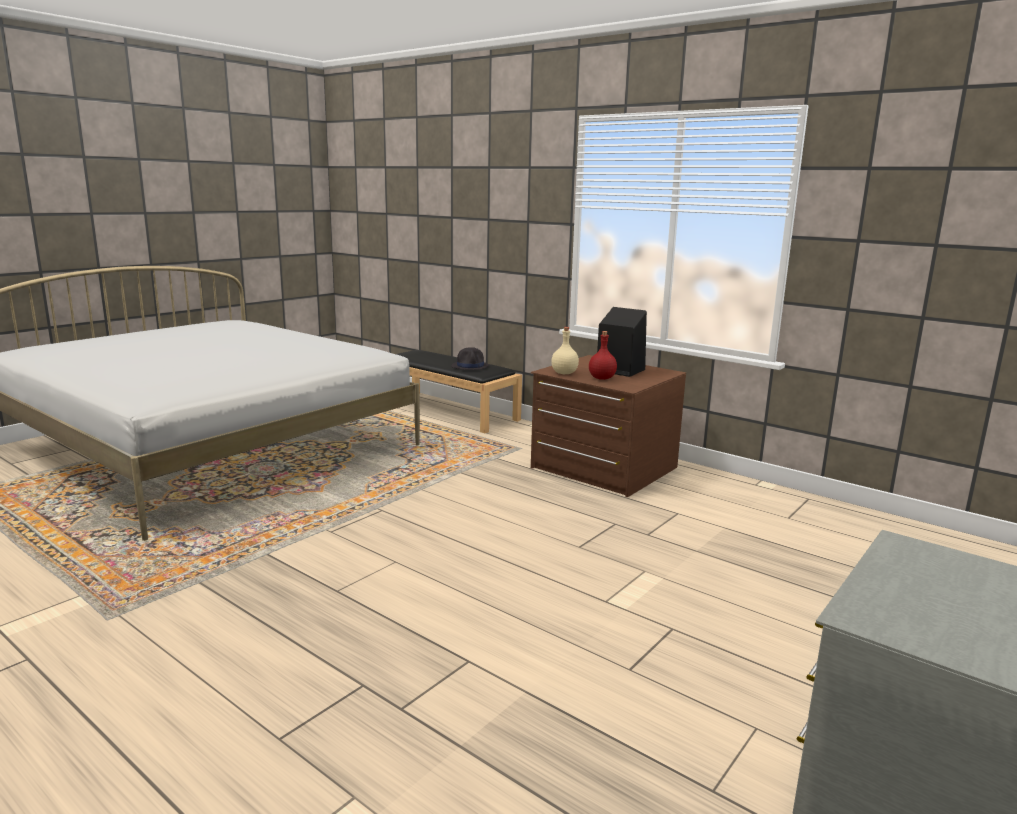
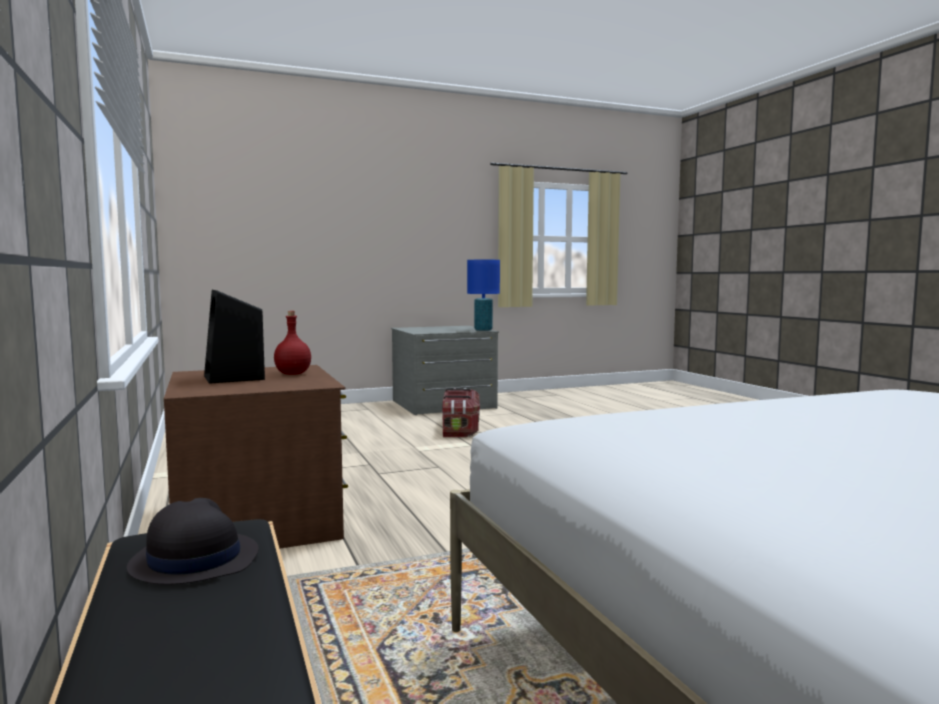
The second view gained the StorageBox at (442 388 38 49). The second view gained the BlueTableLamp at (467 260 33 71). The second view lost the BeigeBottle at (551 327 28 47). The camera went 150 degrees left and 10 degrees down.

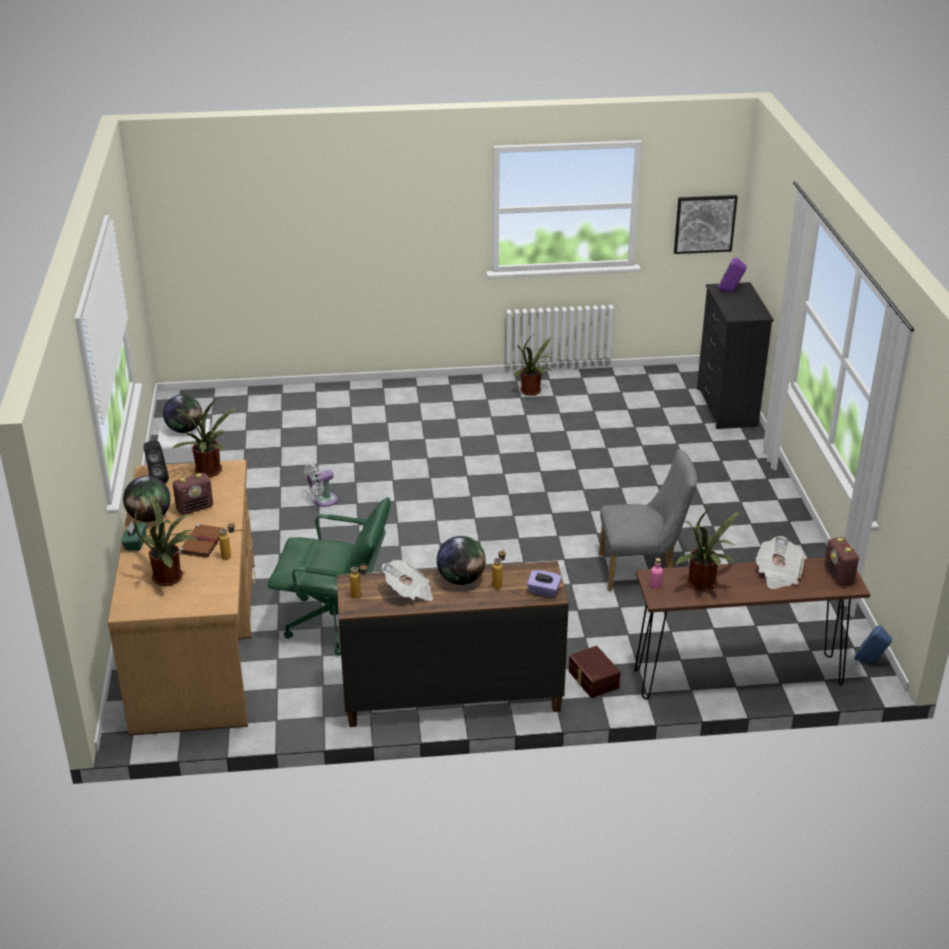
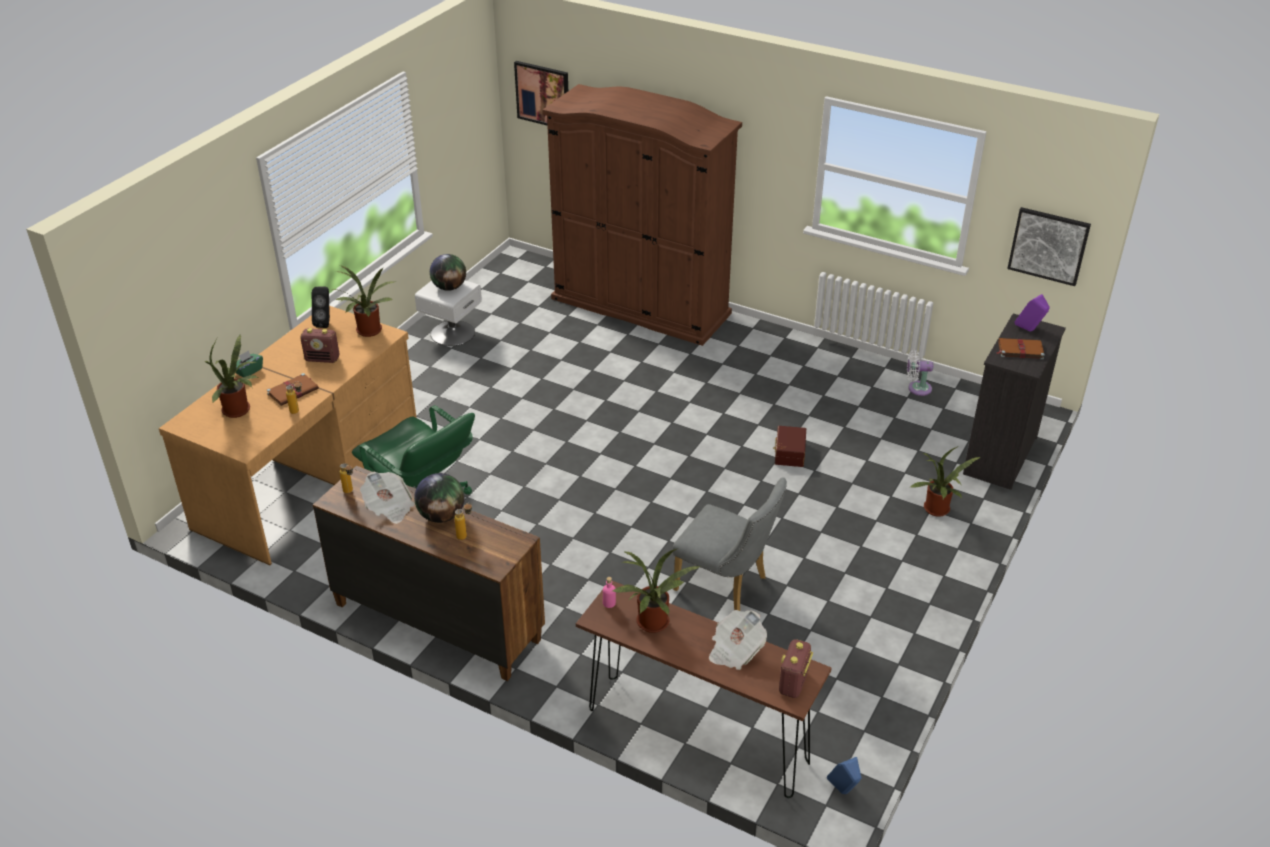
The second view gained the Picture at (514 61 54 64). The second view gained the BrownWardrobe at (542 84 200 262). The BrownStorageBox ended up elsewhere, having gone from (569 646 52 52) to (773 426 33 41). The WhiteFan ended up elsewhere, having gone from (304 464 33 43) to (907 350 27 46). The PottedPlant ended up elsewhere, having gone from (513 335 39 61) to (911 447 69 70). The second view gained the BrownBook at (997 338 48 21). The second view lost the Globe at (123 476 48 46). The second view lost the PurpleTissueBox at (527 570 35 27). The camera went 35 degrees right and 5 degrees up.

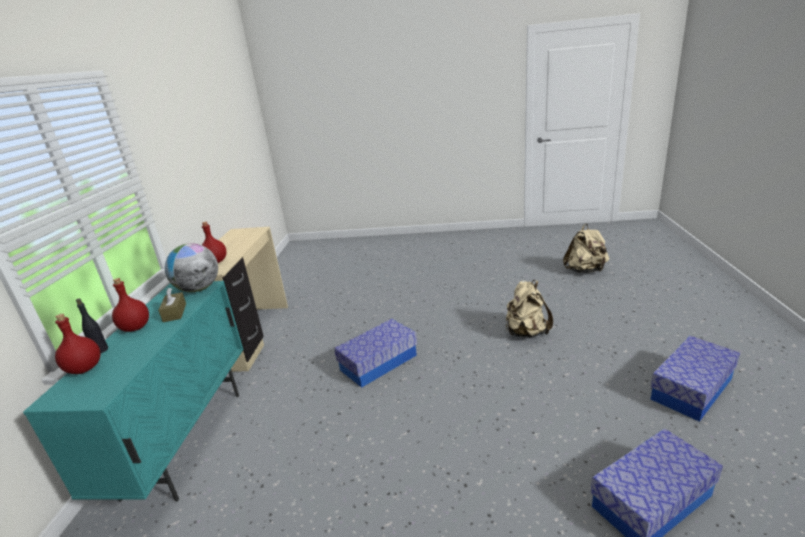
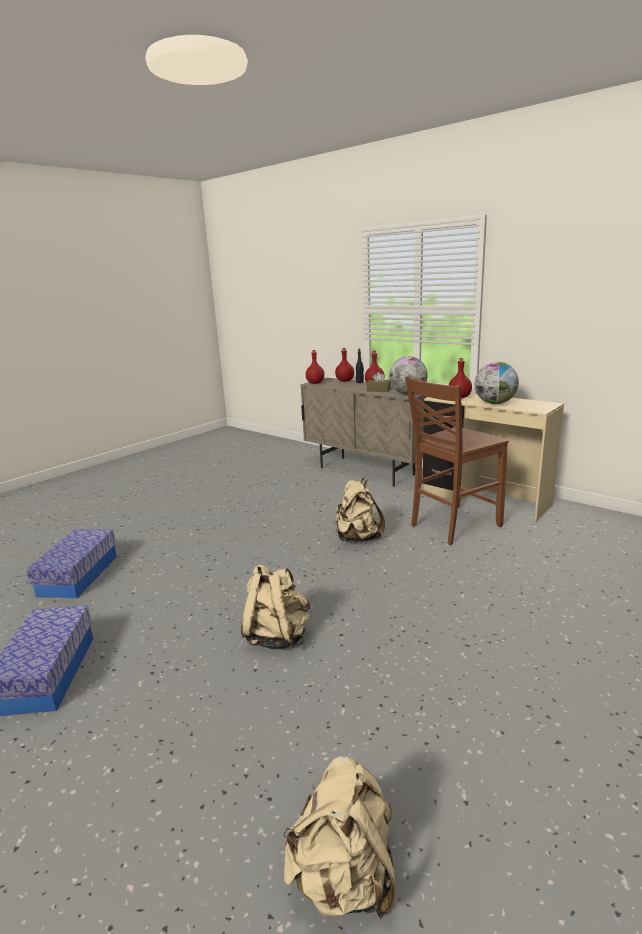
What was the TurquoiseCabinet at (23 281 220 221) turned into the BeigeCabinet at (300 377 127 110). The second view gained the RedBottle at (306 350 19 34). Where the StorageBox stood at (334 319 83 69), the BeigeBackpack came to stand at (335 478 50 64). The second view gained the BrownChair at (405 376 104 169). The second view gained the Globe at (475 362 44 42). The camera went 125 degrees right and 5 degrees down.

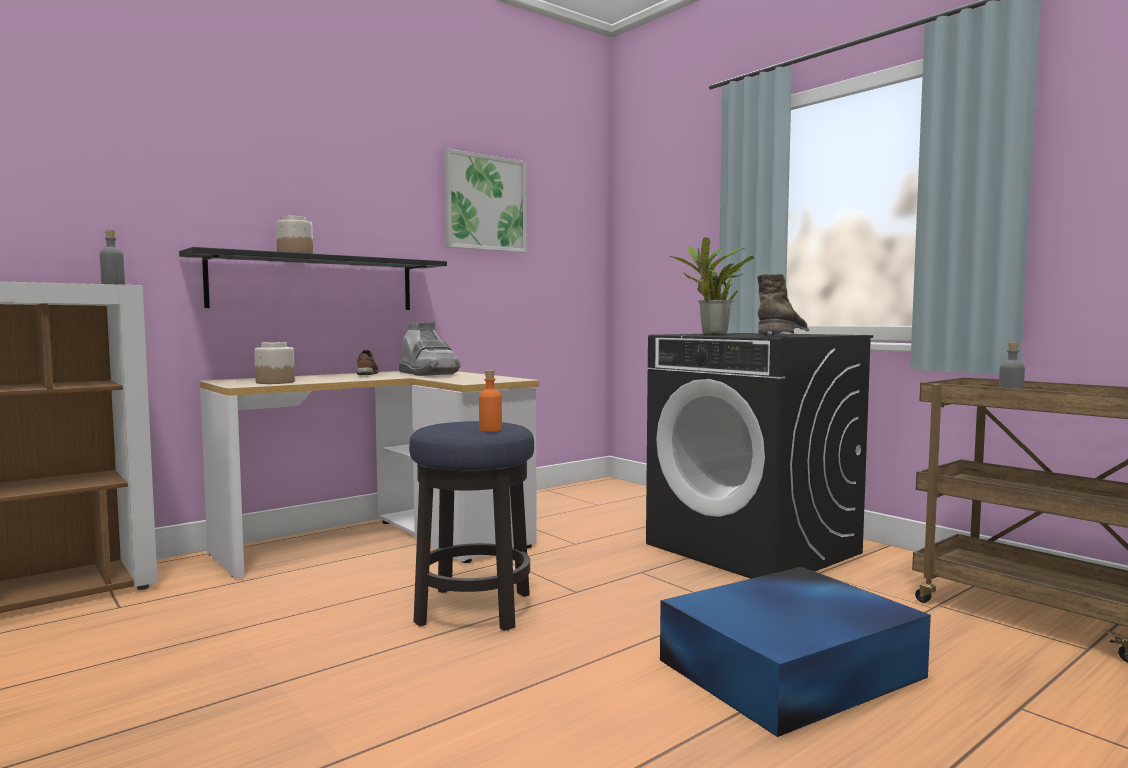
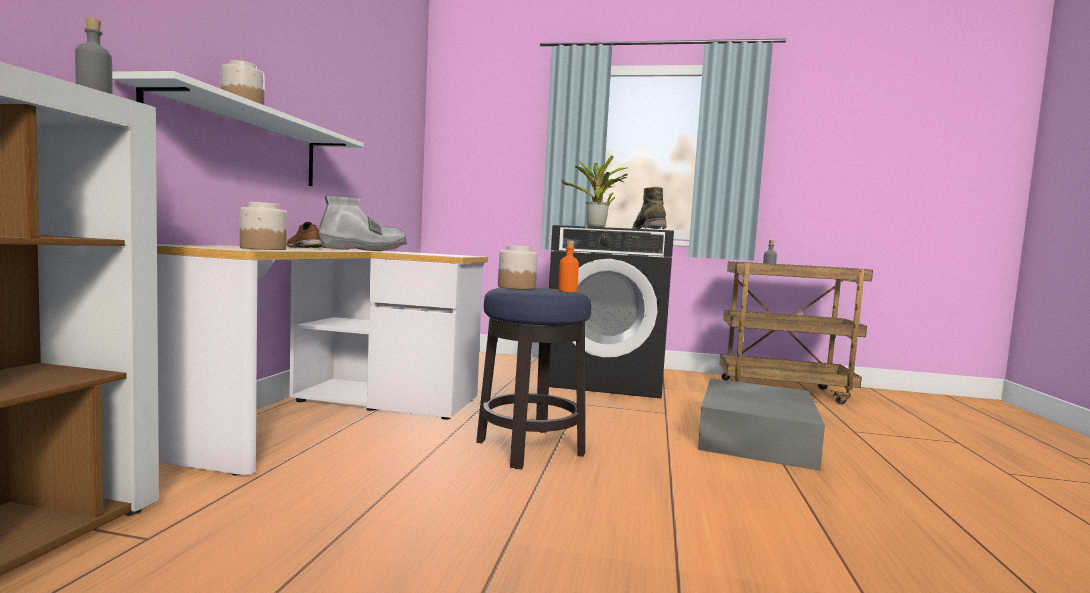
What was the BlackShelf at (179 247 268 63) turned into the WhiteShelf at (112 71 252 115). The GreyBoot at (399 322 62 54) ended up facing another way, 45 degrees counterclockwise from before. The second view gained the Jar at (498 245 40 44). What was the BlueStorageBox at (660 567 271 170) turned into the GreyStorageBox at (698 378 127 93). The second view lost the Picture at (444 149 83 104). The camera went 40 degrees left and 0 degrees up.

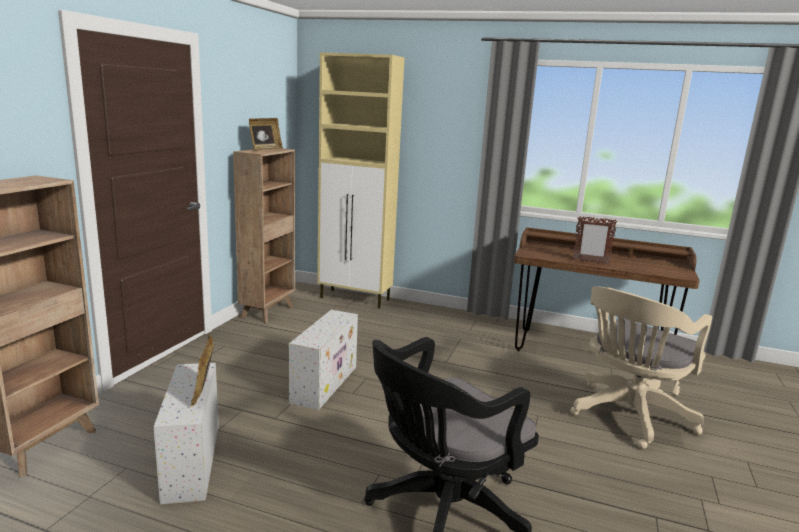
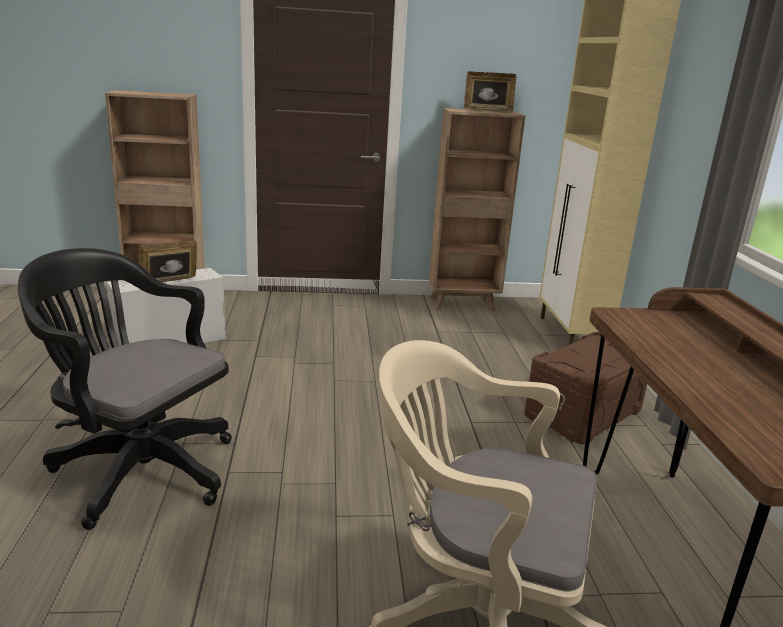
The second view gained the BrownStorageBox at (524 332 123 112). The second view lost the WhiteStorageBox at (289 310 69 100). The second view lost the PictureFrame at (573 217 44 47). The camera went 65 degrees right and 5 degrees up.

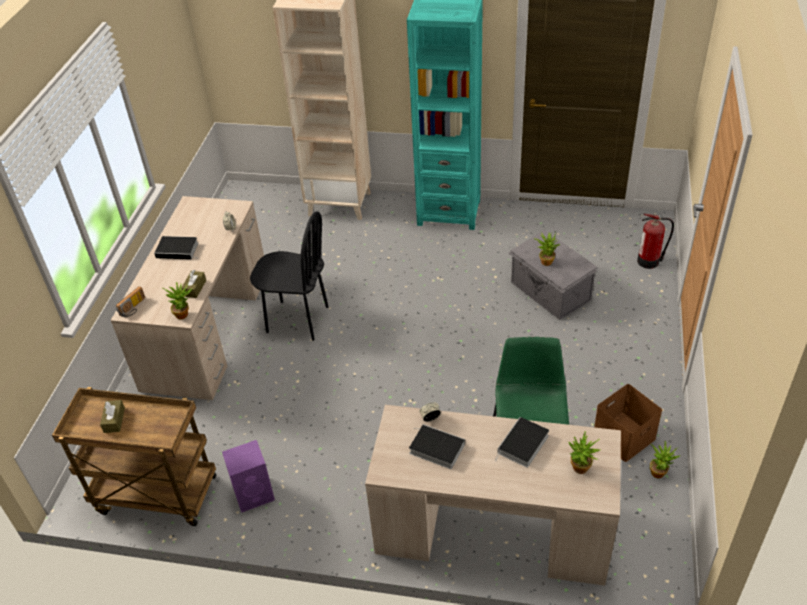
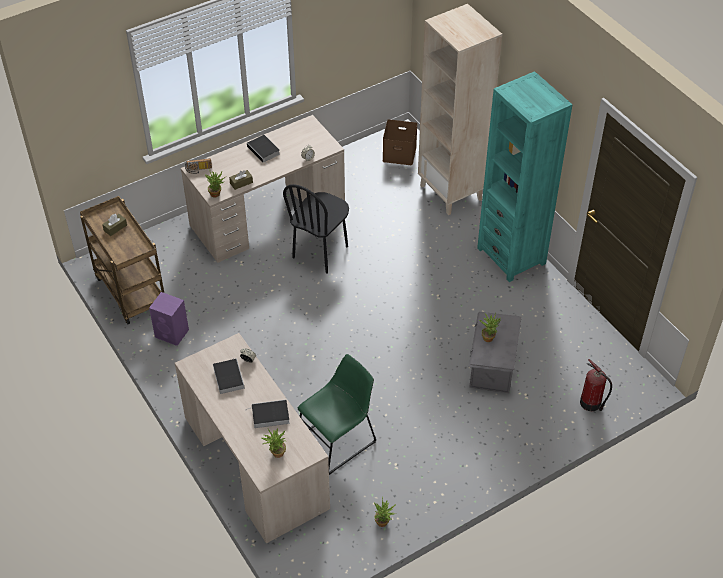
The BlackChair at (250 211 78 130) ended up facing another way, 60 degrees clockwise from before. The BrownStorageBox ended up elsewhere, having gone from (594 384 68 78) to (383 119 34 46). The camera went 45 degrees right and 5 degrees up.

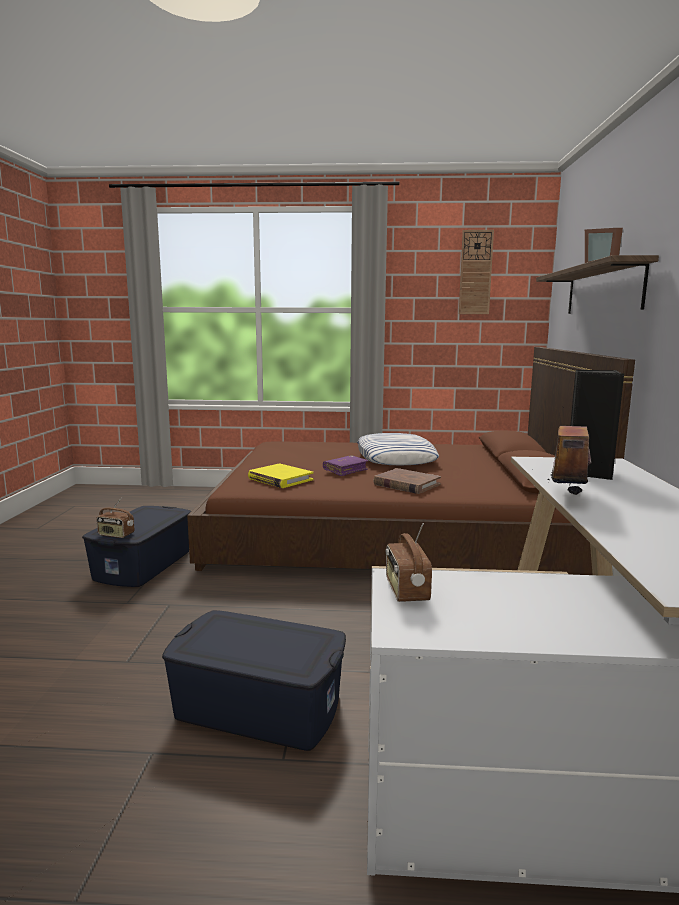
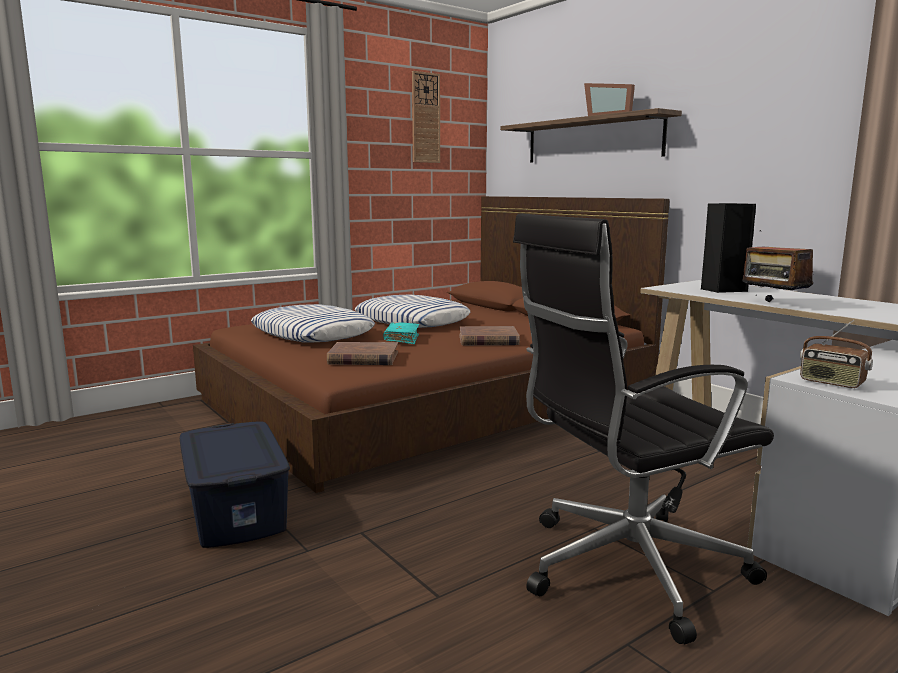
The second view gained the Pillow at (251 304 124 39). What was the YellowBook at (248 463 66 25) turned into the BrownBook at (327 342 71 23). What was the PurpleBook at (323 455 45 21) turned into the TurquoiseBook at (383 322 37 22). Where the BlueStorageBox stood at (162 610 184 141), the BlackOfficeChair came to stand at (513 213 261 431). The second view lost the Radio at (96 497 38 41). The camera went 40 degrees left and 0 degrees up.

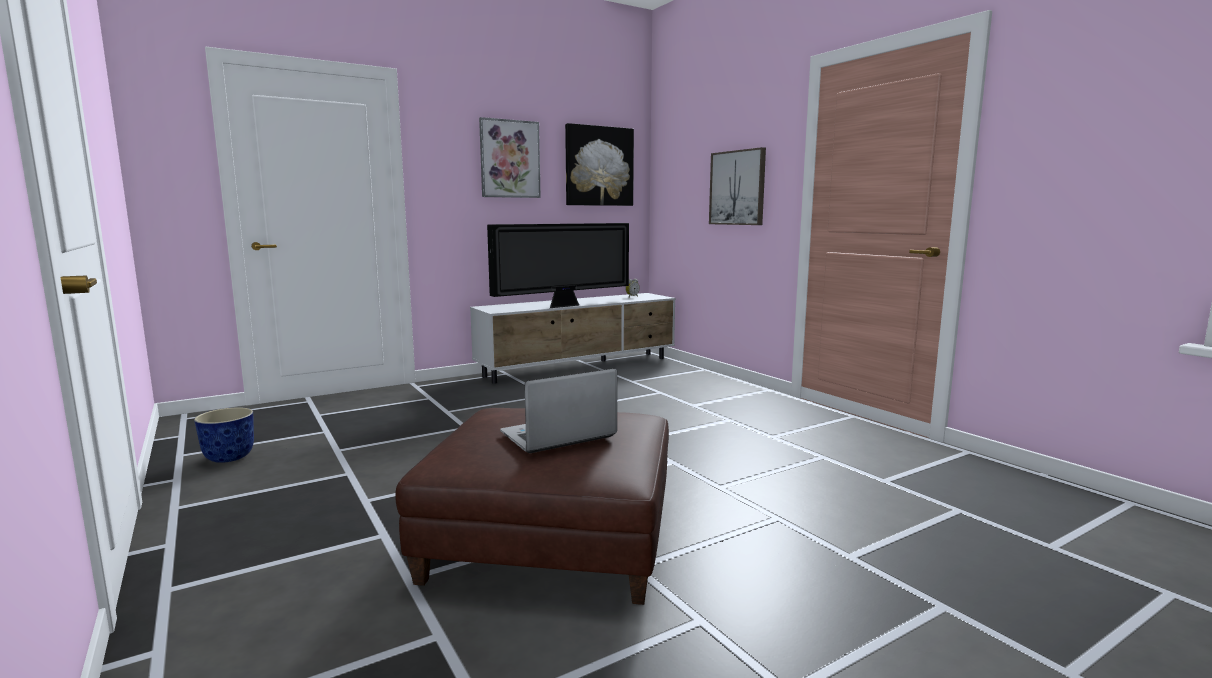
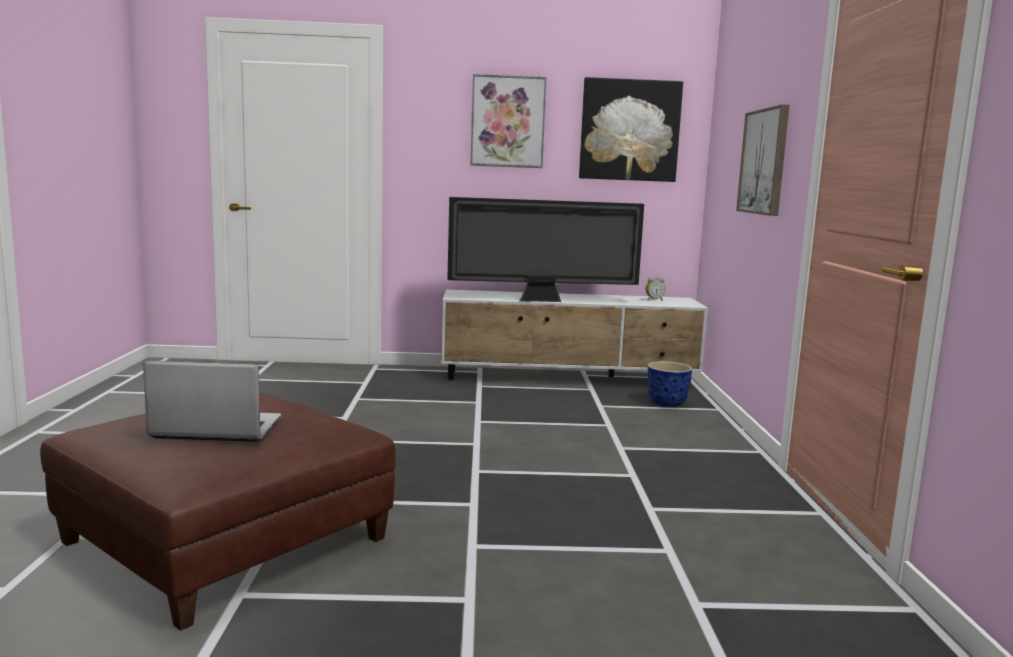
The Planter ended up elsewhere, having gone from (194 407 60 56) to (648 361 44 46). The camera went 30 degrees right and 0 degrees up.

